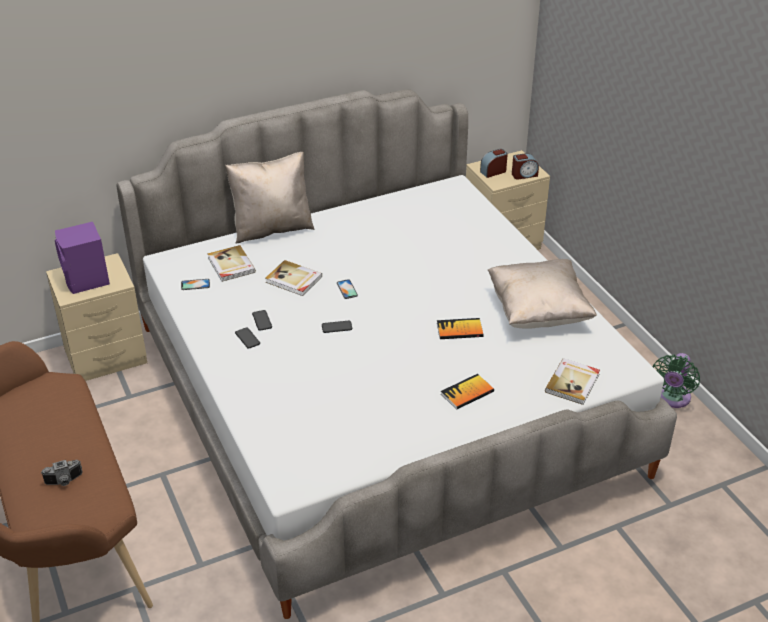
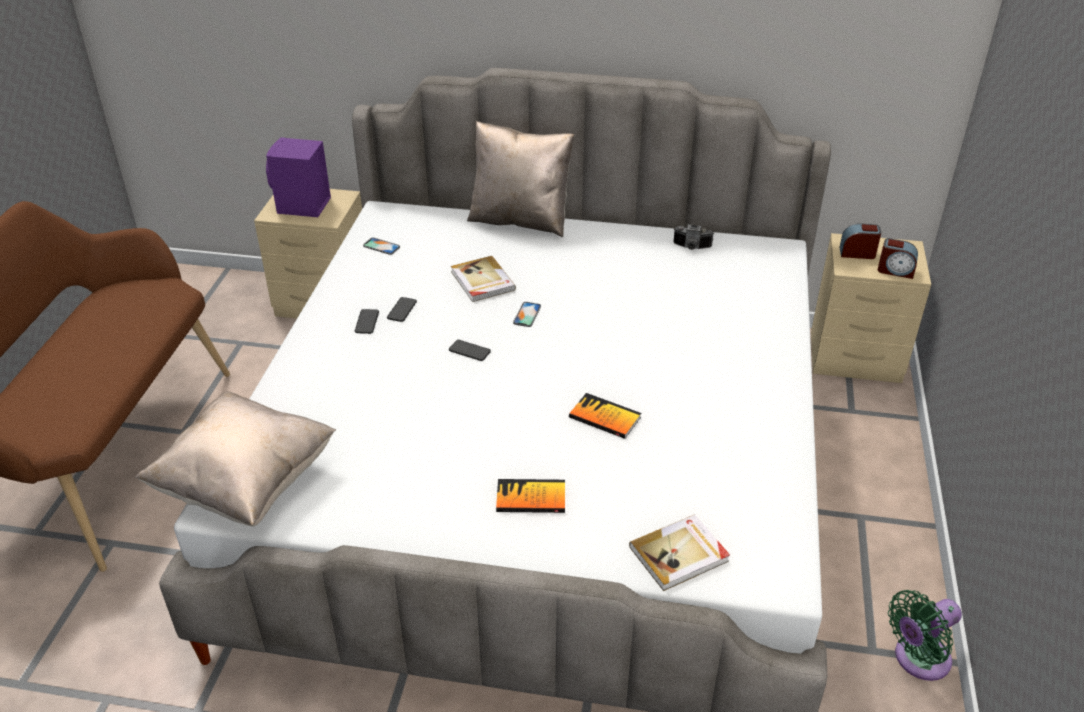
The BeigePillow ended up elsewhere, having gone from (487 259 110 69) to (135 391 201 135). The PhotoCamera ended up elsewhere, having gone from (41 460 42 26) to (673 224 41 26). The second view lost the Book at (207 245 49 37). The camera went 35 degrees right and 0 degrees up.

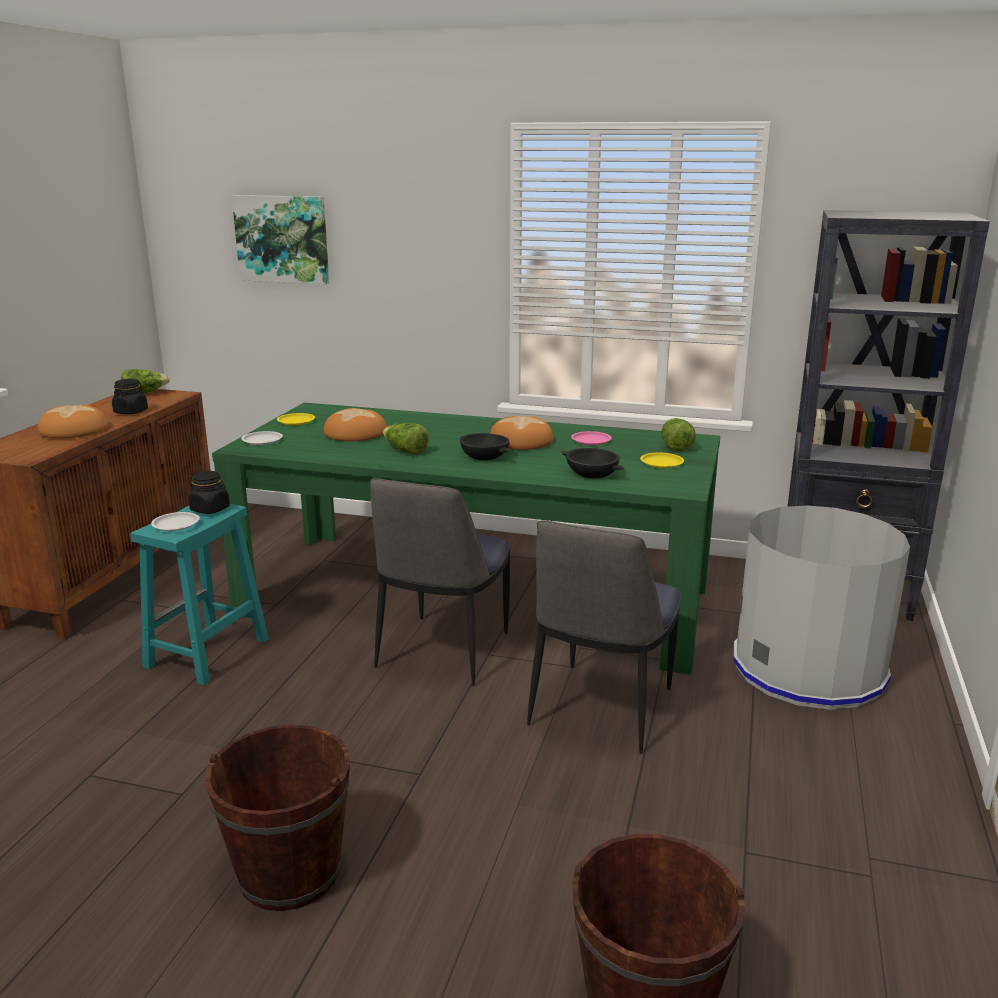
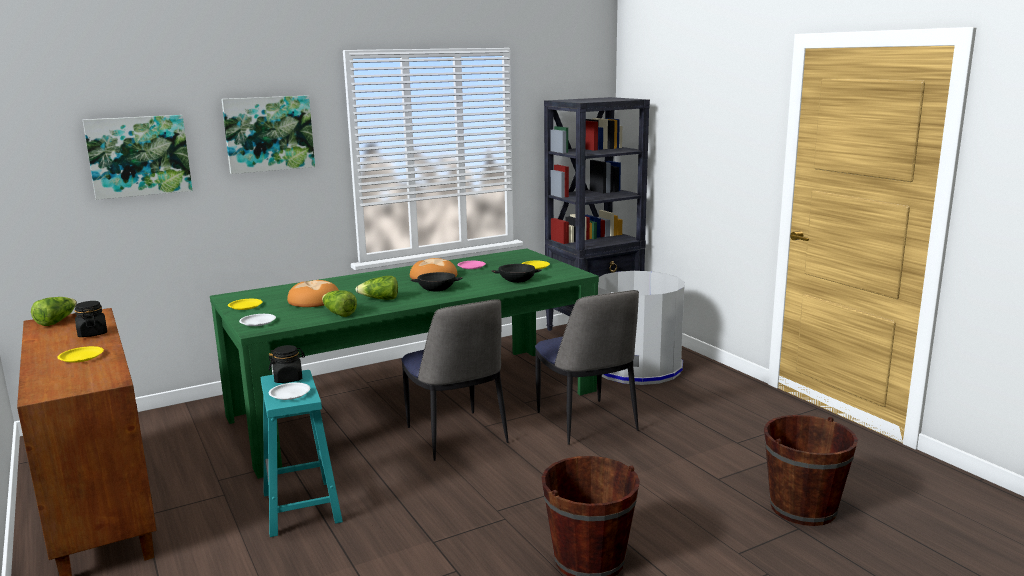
Where the Bread stood at (37 405 71 33), the YellowPlate came to stand at (57 346 47 17). The second view gained the Picture at (221 95 94 79). The Lettuce ended up elsewhere, having gone from (661 418 35 34) to (322 290 35 27). The camera went 45 degrees left and 5 degrees down.

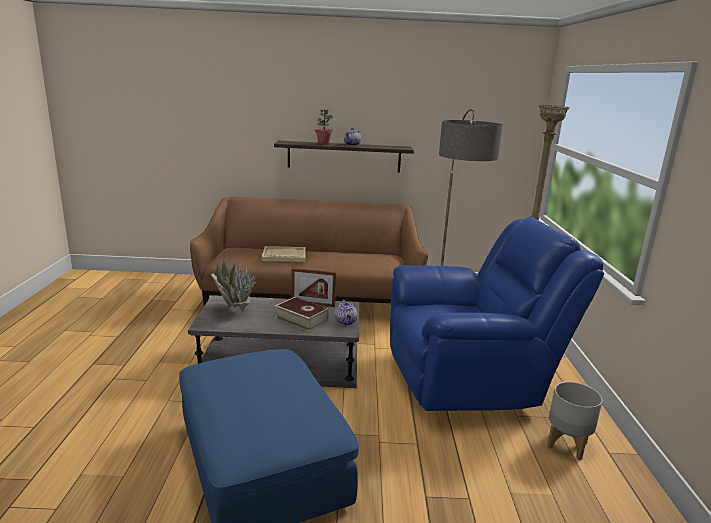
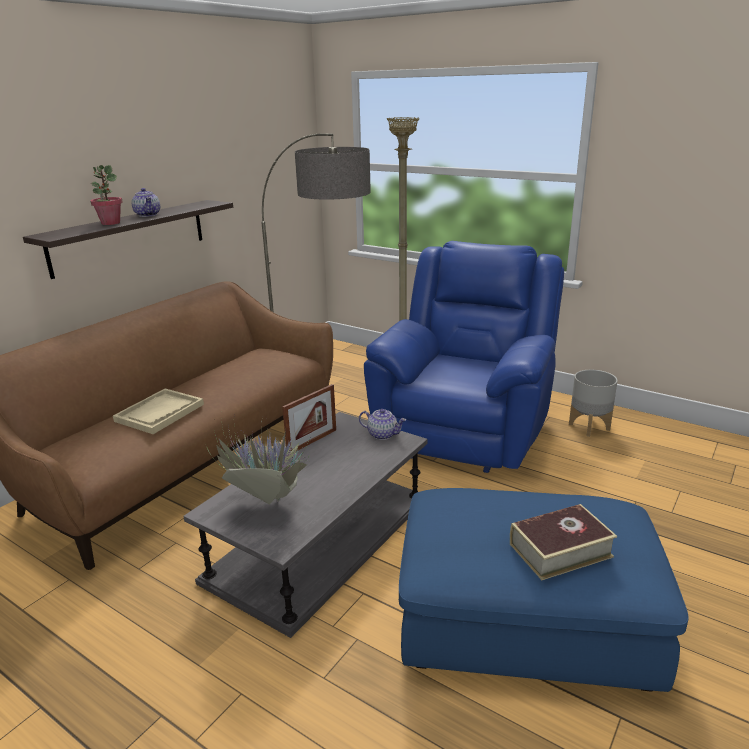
The Book ended up elsewhere, having gone from (275 297 54 35) to (510 504 107 76). The camera went 55 degrees left and 5 degrees up.

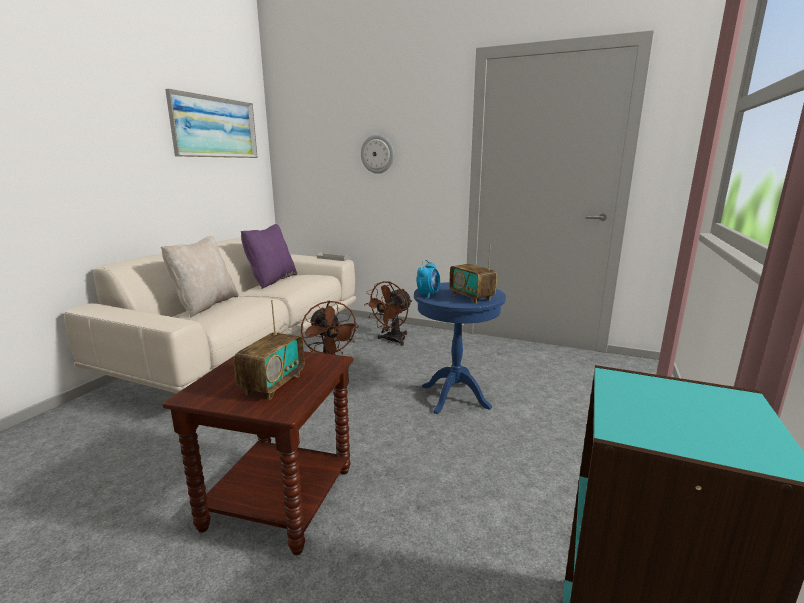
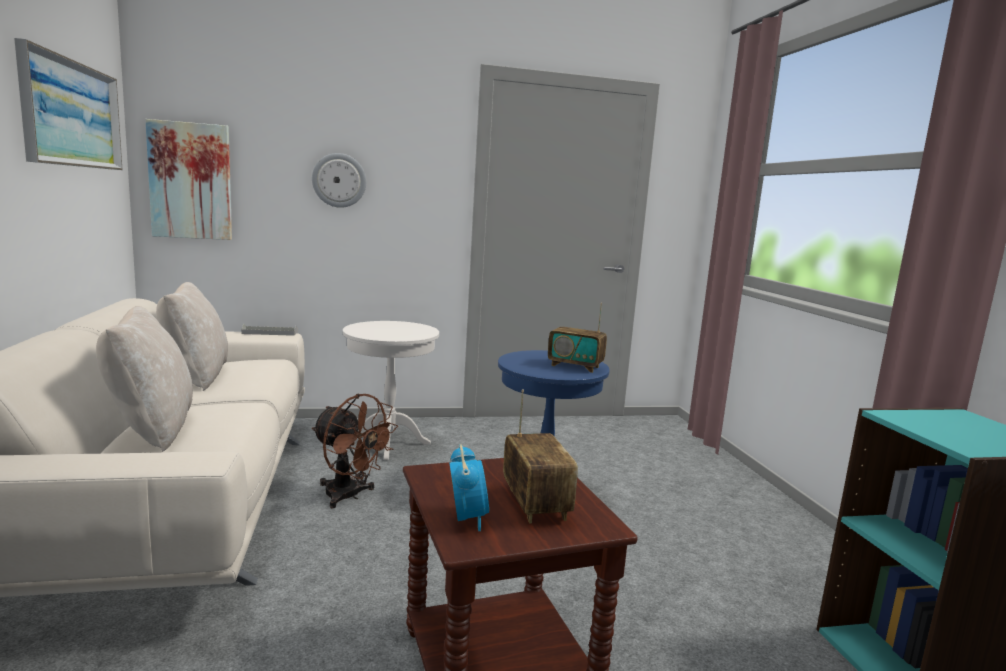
The second view gained the Picture at (145 119 87 121). What was the PurplePillow at (241 224 56 65) turned into the BeigePillow at (156 282 72 109). Where the BrownFan stood at (364 281 48 65), the WhiteSideTable came to stand at (343 321 96 139). The AlarmClock ended up elsewhere, having gone from (417 259 23 40) to (449 444 40 87). The camera went 35 degrees left and 5 degrees down.

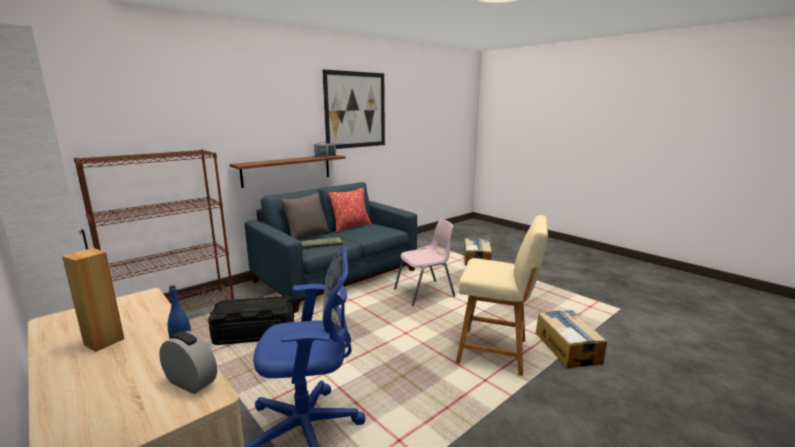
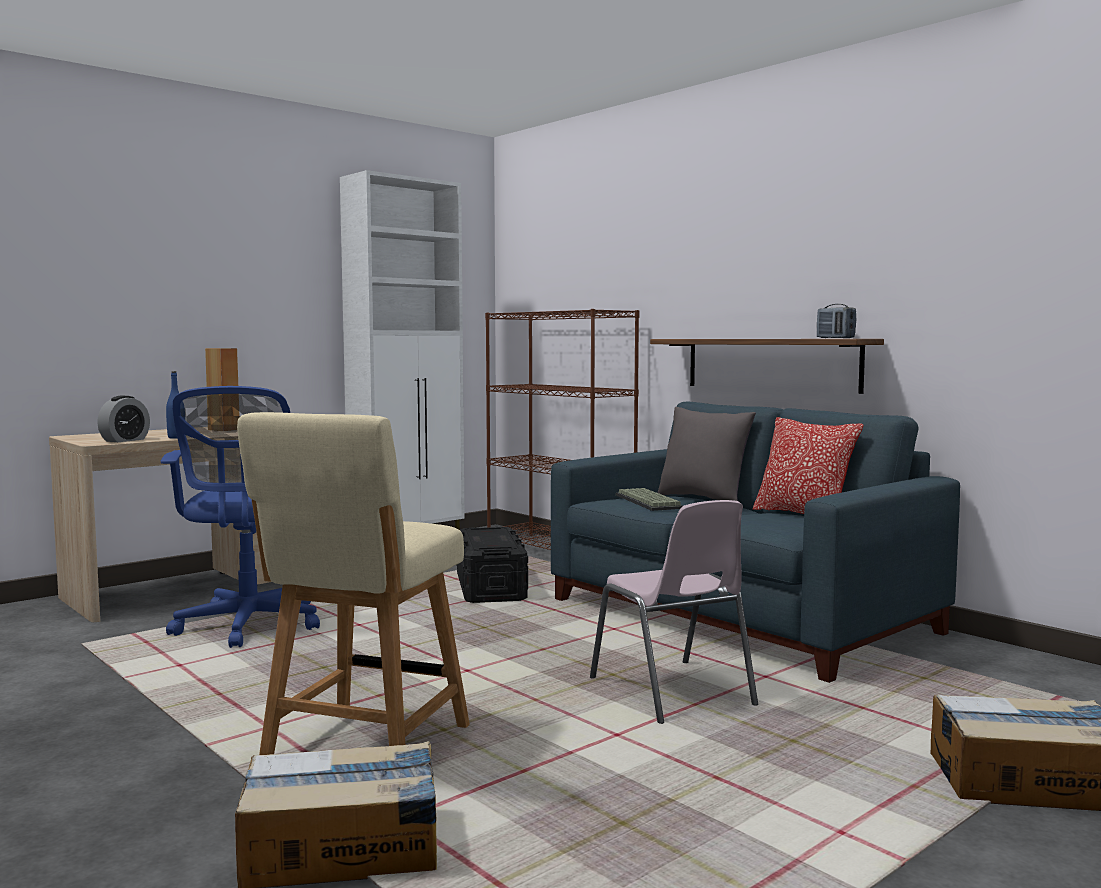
The second view lost the Picture at (322 70 63 79). The camera went 90 degrees right and 10 degrees down.

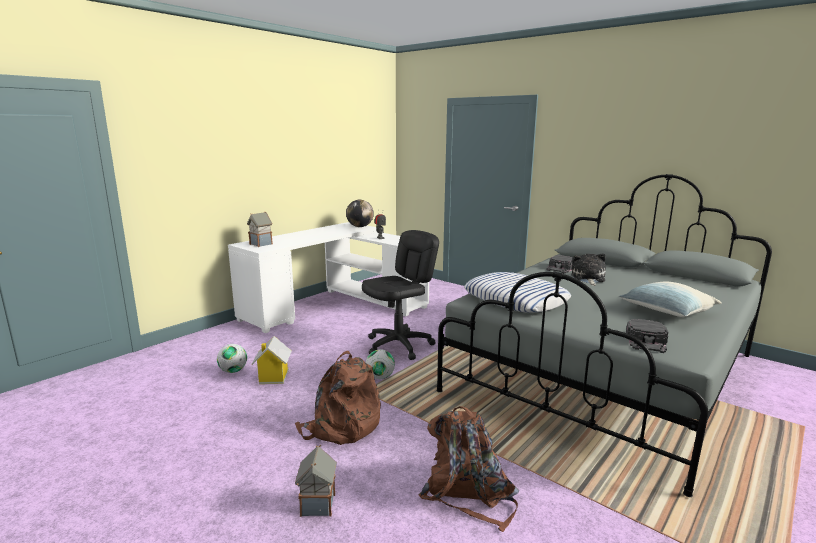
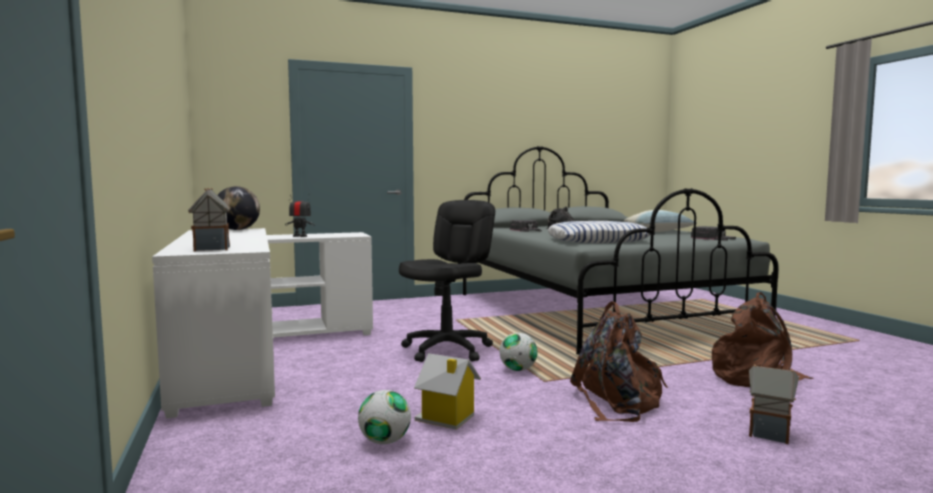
The BlackOfficeChair at (362 230 77 130) ended up facing another way, 45 degrees clockwise from before. The camera went 60 degrees left and 10 degrees down.

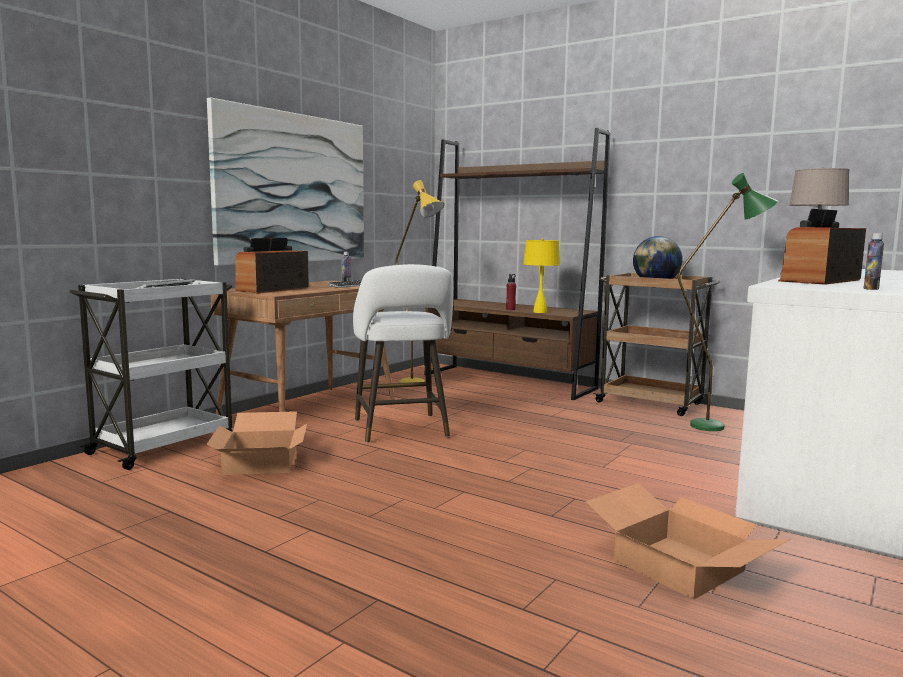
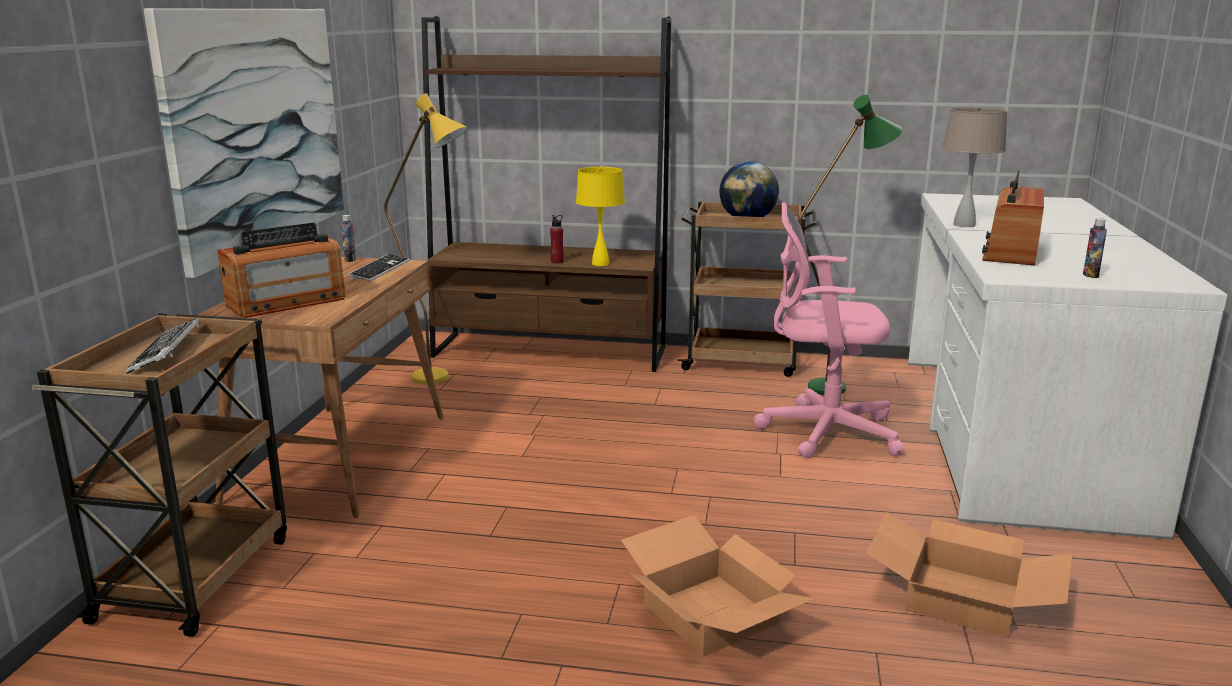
What was the WhiteCart at (69 278 163 192) turned into the BrownCart at (32 313 255 324). The Radio at (235 238 74 55) ended up facing another way, 135 degrees counterclockwise from before. The CardboardBox ended up elsewhere, having gone from (207 411 100 64) to (621 515 194 141). The second view gained the PinkOfficeChair at (754 202 150 256). The second view lost the WhiteStool at (353 264 101 179). The camera went 25 degrees left and 10 degrees up.

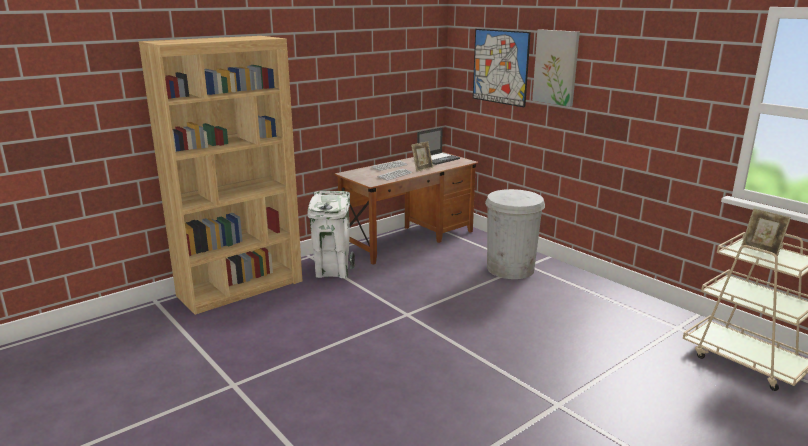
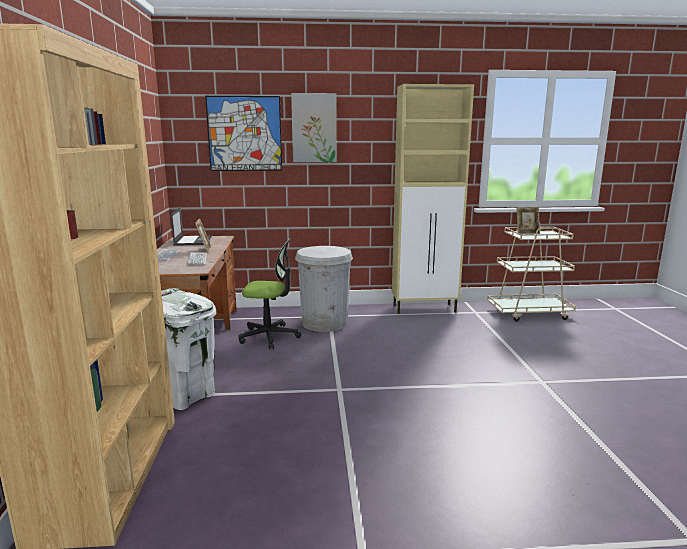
The second view gained the OfficeChair at (238 238 63 112). The second view gained the BeigeCabinet at (392 84 82 230). The camera went 55 degrees left and 5 degrees down.

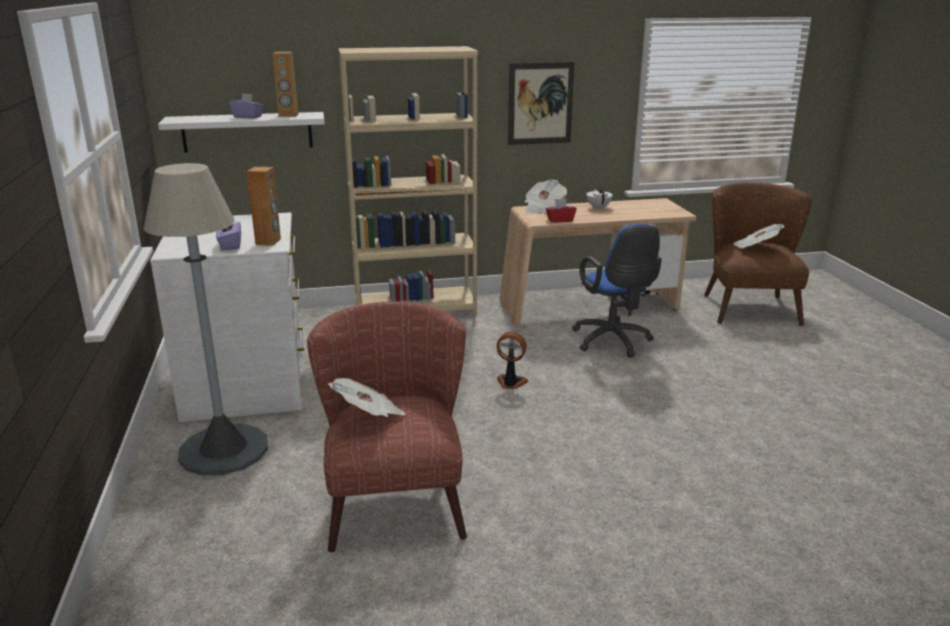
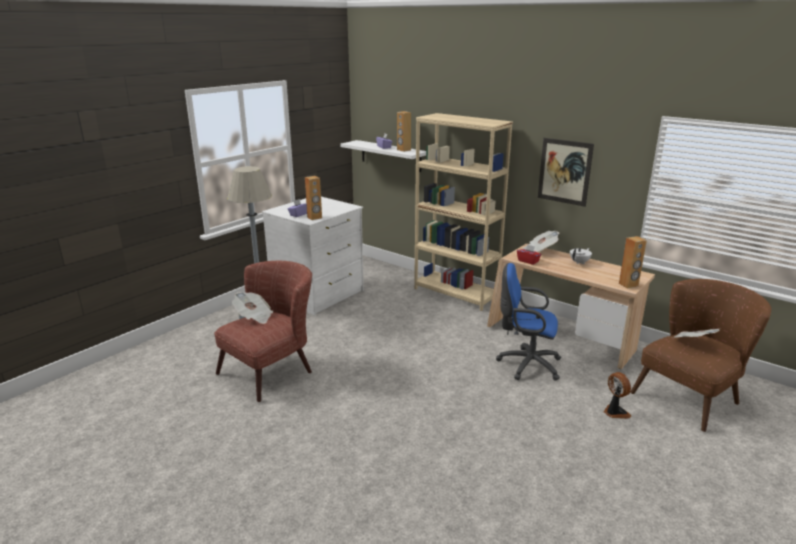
The BlueOfficeChair at (572 224 90 134) ended up facing another way, 75 degrees clockwise from before. The Fan ended up elsewhere, having gone from (496 331 32 58) to (603 372 29 47). The second view gained the BrownSpeaker at (619 236 28 53). The camera went 50 degrees right and 0 degrees up.

